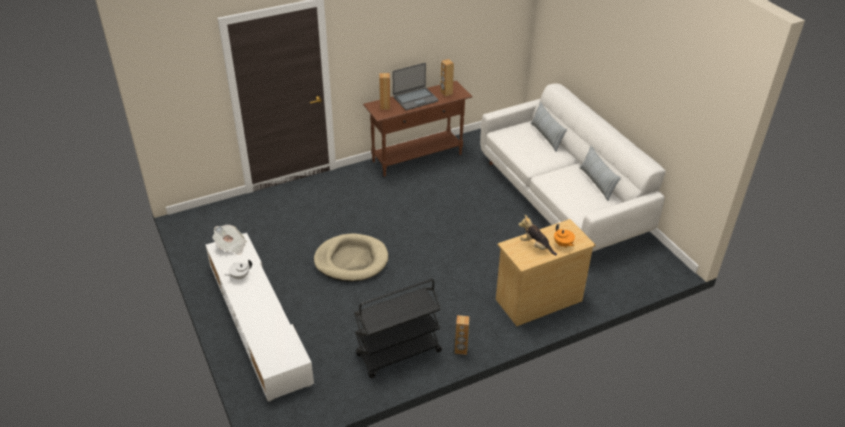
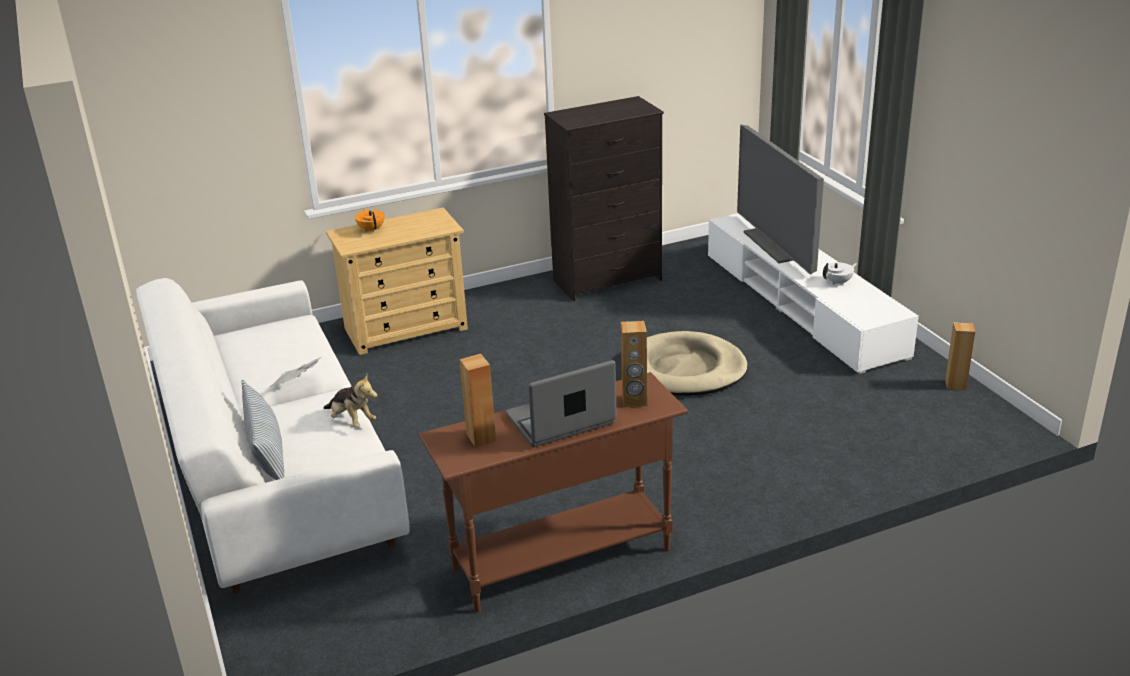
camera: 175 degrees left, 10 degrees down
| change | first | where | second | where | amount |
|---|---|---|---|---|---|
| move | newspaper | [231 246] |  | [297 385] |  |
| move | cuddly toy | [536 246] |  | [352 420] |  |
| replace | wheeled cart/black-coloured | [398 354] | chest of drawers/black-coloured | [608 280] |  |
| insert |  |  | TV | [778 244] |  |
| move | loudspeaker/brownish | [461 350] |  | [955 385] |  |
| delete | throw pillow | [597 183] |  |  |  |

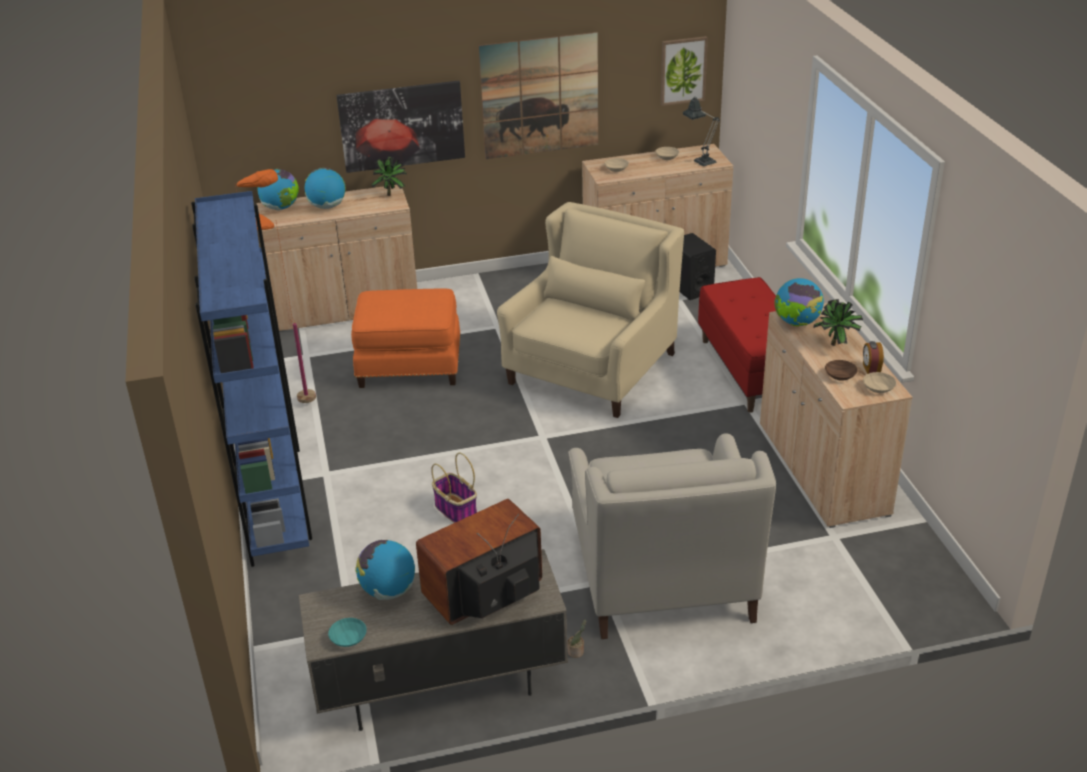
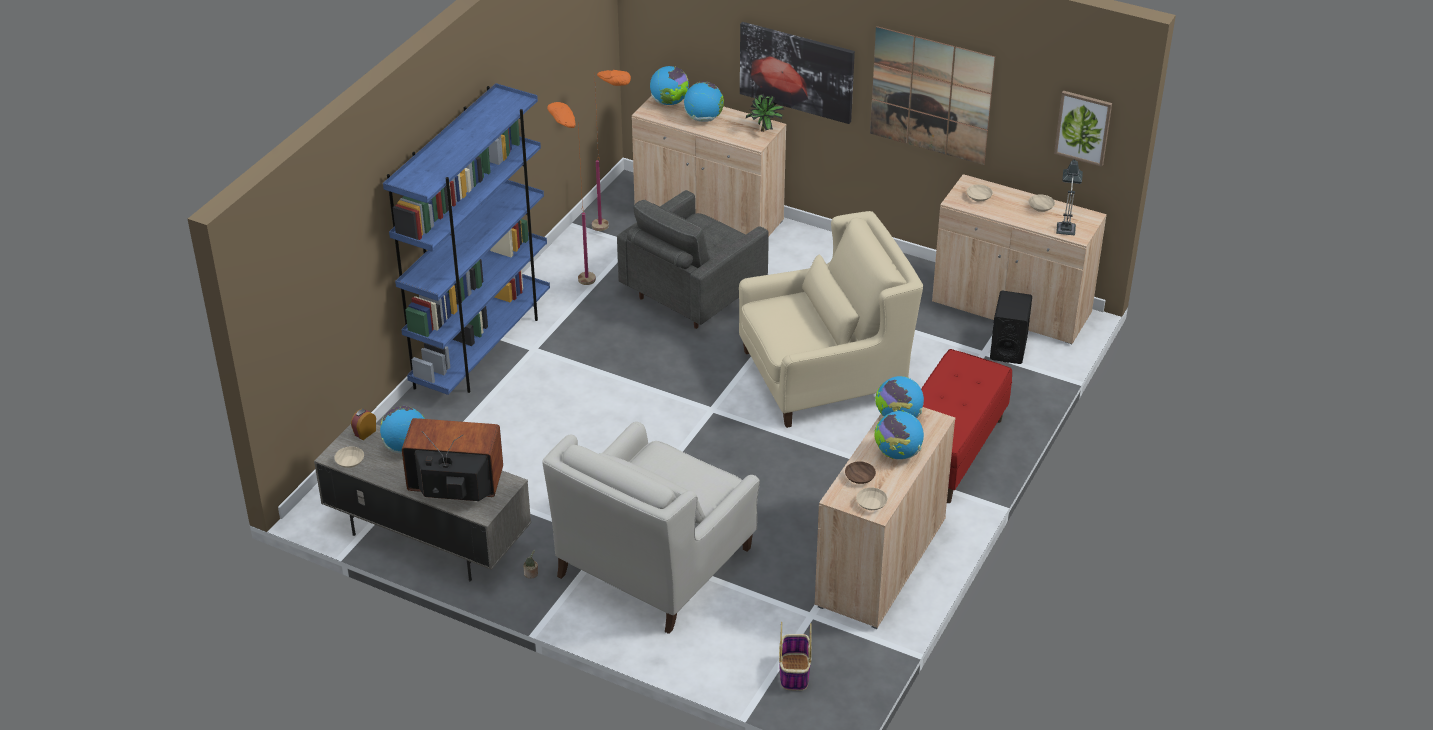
camera: 40 degrees right, 5 degrees up
| change | first | where | second | where | amount |
|---|---|---|---|---|---|
| recolor | serving bowl/turquoise | [348 637] | serving bowl/beige | [350 461] |  |
| move | table clock | [871 369] |  | [365 433] |  |
| replace | pouffe/orange-coloured | [409 367] | lounge chair/greyish | [692 295] |  |
| move | basket | [455 509] |  | [794 671] |  |
| replace | plant in a pot | [836 345] | globe | [897 453] |  |

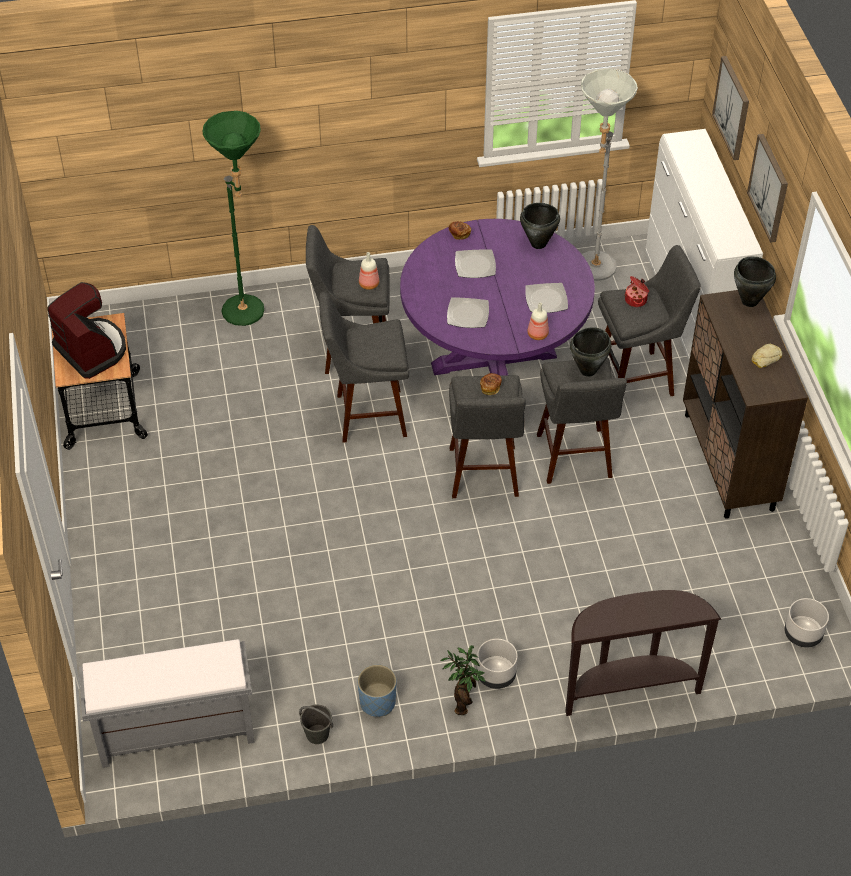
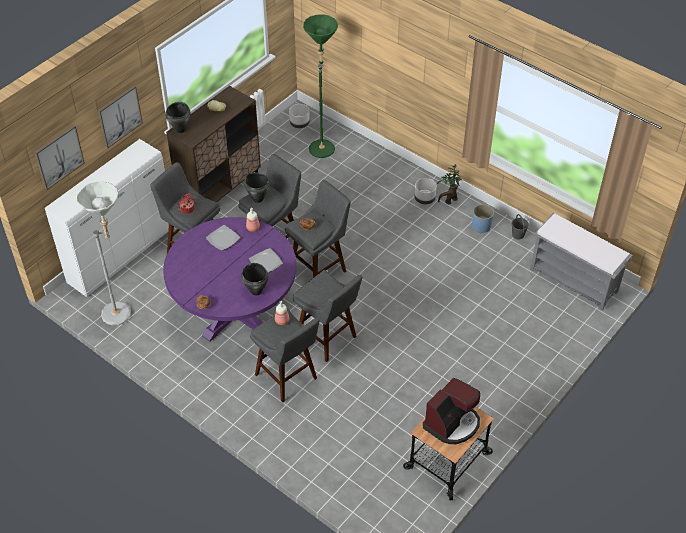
camera: 130 degrees left, 0 degrees up
| change | first | where | second | where | amount |
|---|---|---|---|---|---|
| move | saucepot/black-coloured | [538 244] |  | [256 291] |  |
| move | floor lamp/greenish | [249 316] |  | [322 145] |  |
| rotate | coffee maker | [92 350] |  | [452 423] | 150 degrees counterclockwise |
| delete | plate | [475 265] |  |  |  |
| delete | narrow table/brownish | [629 689] |  |  |  |

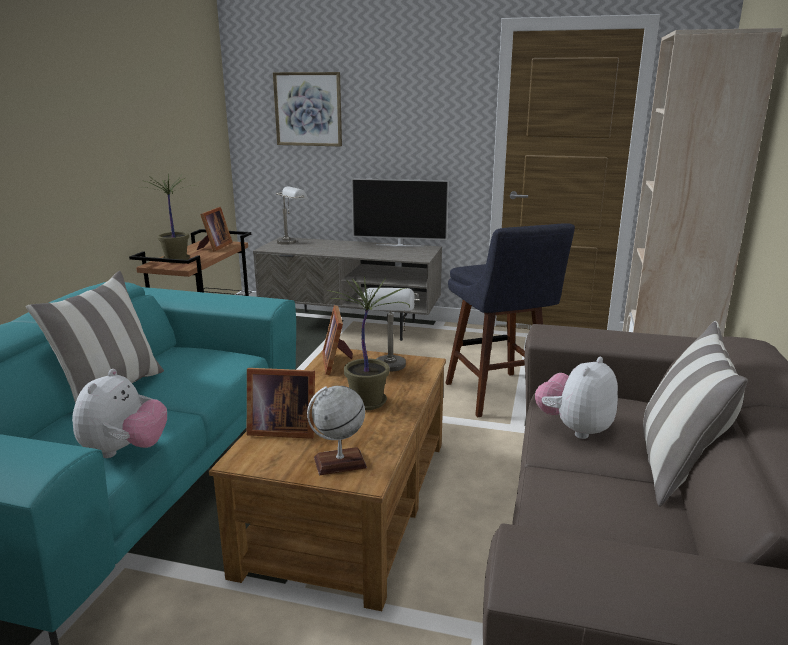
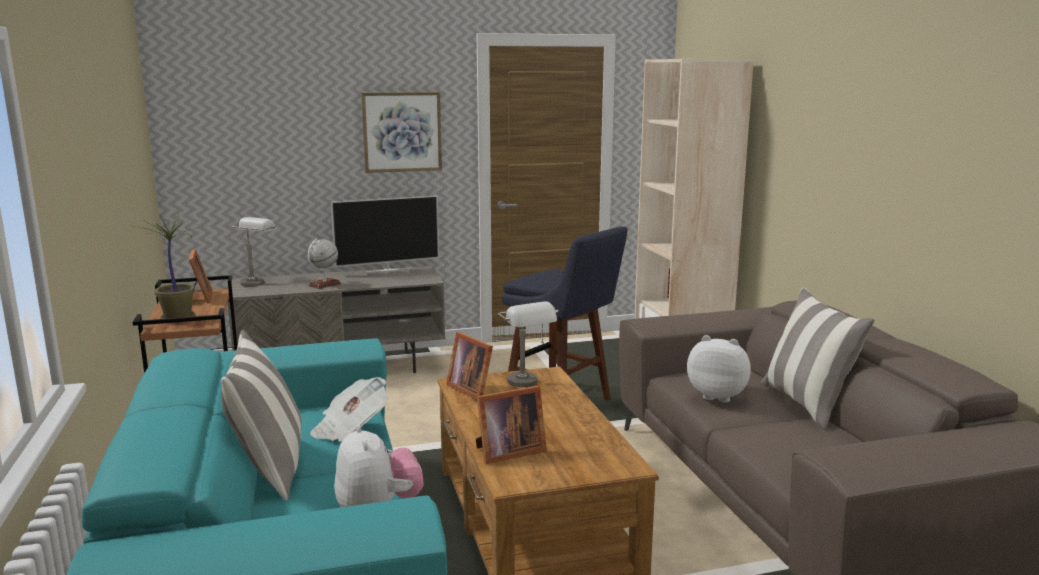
camera: 30 degrees left, 5 degrees down
| change | first | where | second | where | amount |
|---|---|---|---|---|---|
| move | globe | [339 463] |  | [325 284] |  |
| insert |  |  | newspaper | [350 429] |  |
| move | wall picture | [308 109] |  | [402 132] |  |
| rotate | cuddly toy | [574 429] |  | [718 396] | 105 degrees clockwise |
| delete | plant in a pot | [369 402] |  |  |  |

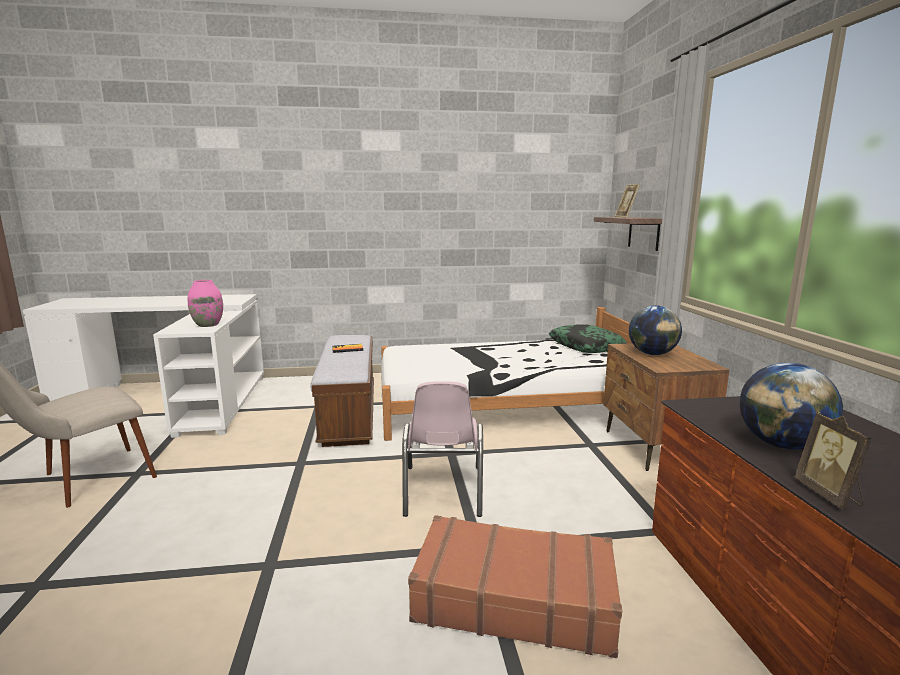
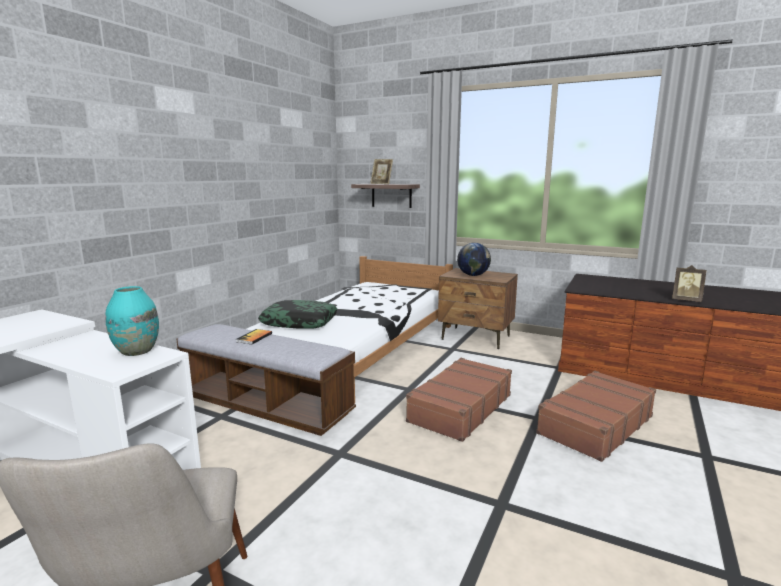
camera: 55 degrees left, 0 degrees up
| change | first | where | second | where | amount |
|---|---|---|---|---|---|
| recolor | vase/pink | [207 325] | vase/turquoise | [136 351] |  |
| move | throw pillow | [585 346] |  | [299 322] |  |
| replace | upright chair/pink | [442 490] | piece of luggage/brownish | [459 408] |  |
| delete | globe | [782 445] |  |  |  |

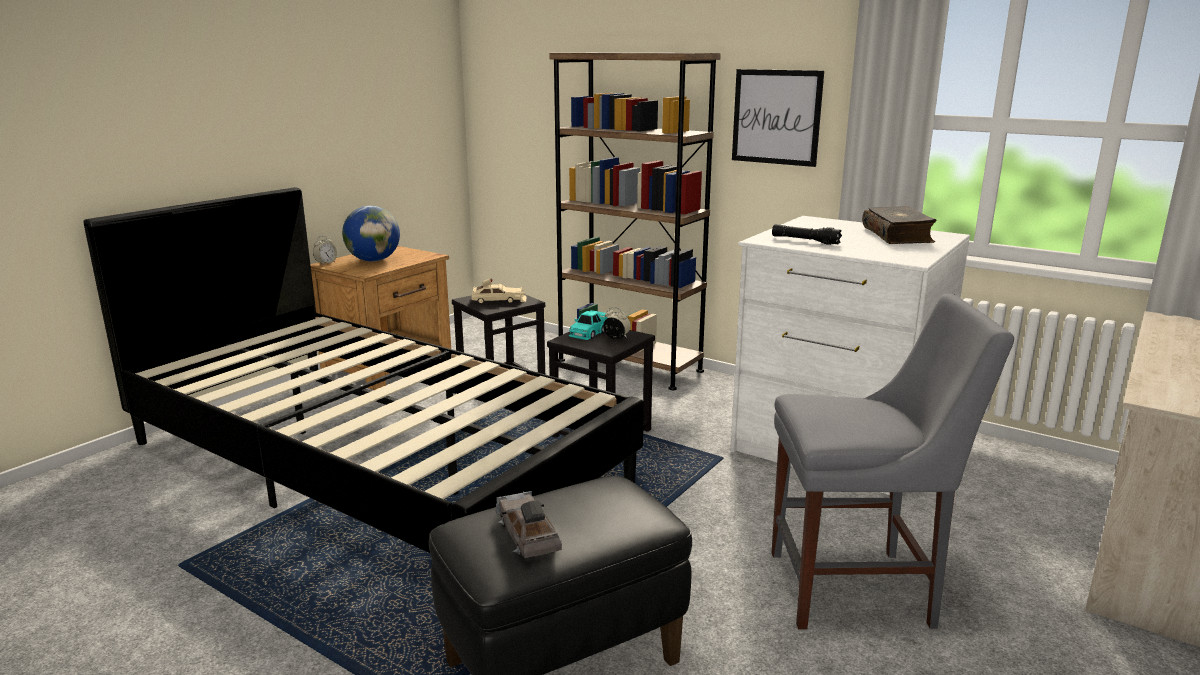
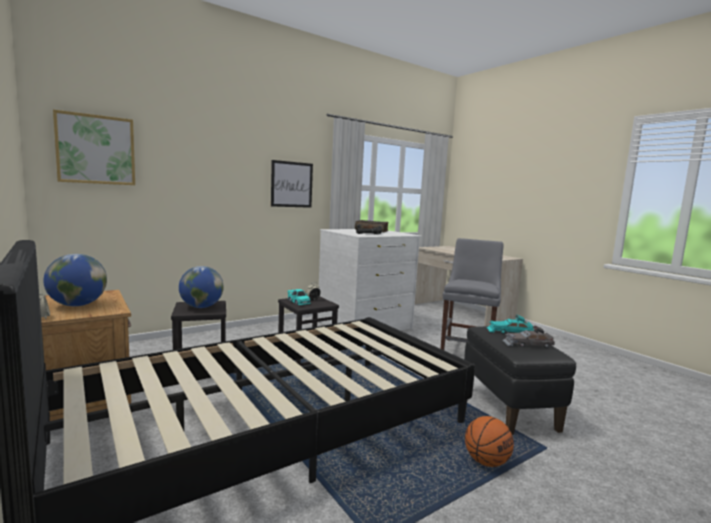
camera: 70 degrees left, 10 degrees down
| change | first | where | second | where | amount |
|---|---|---|---|---|---|
| insert |  |  | wall picture | [96 149] |  |
| replace | miniature car/beige | [499 300] | globe | [201 307] |  |
| insert |  |  | basketball ball | [486 461] |  |
| insert |  |  | miniature car/turquoise | [509 332] |  |
| delete | bookcase/brownish | [629 365] |  |  |  |

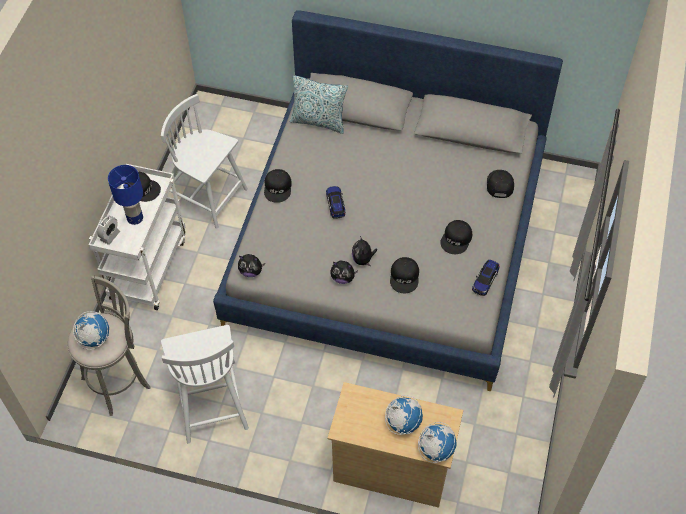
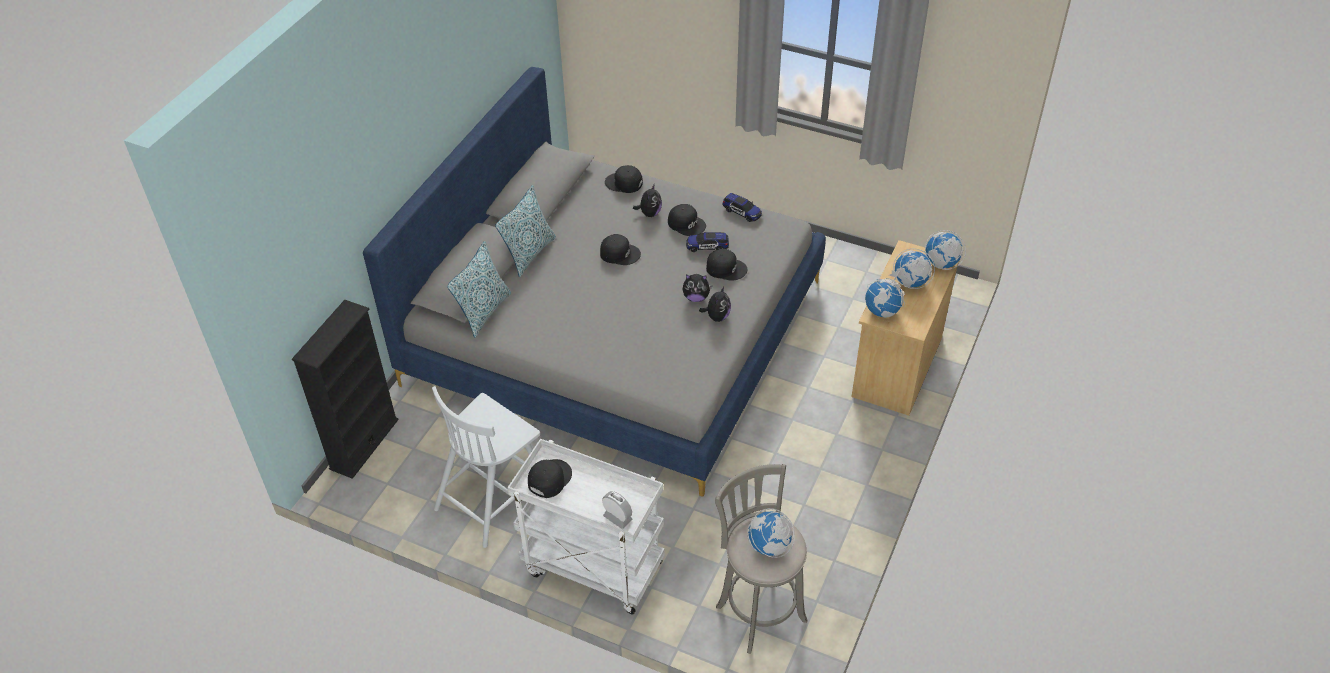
camera: 80 degrees left, 10 degrees down
| change | first | where | second | where | amount |
|---|---|---|---|---|---|
| insert |  |  | bookcase/black-coloured | [364 444] |  |
| insert |  |  | throw pillow | [529 253] |  |
| move | cap/black-coloured | [278 188] |  | [619 253] |  |
| move | cuddly toy | [251 271] |  | [649 213] |  |
| move | miniature car | [335 205] |  | [707 246] |  |
| insert |  |  | globe | [883 311] |  |
| delete | table lamp/bluish | [135 218] |  |  |  |
| delete | upright chair/white-coloured | [210 399] |  |  |  |

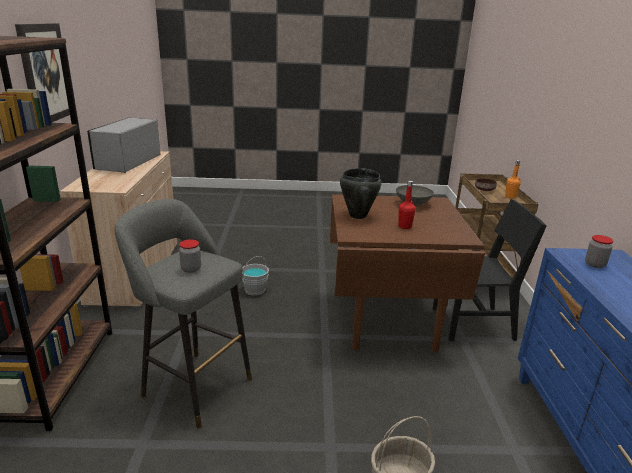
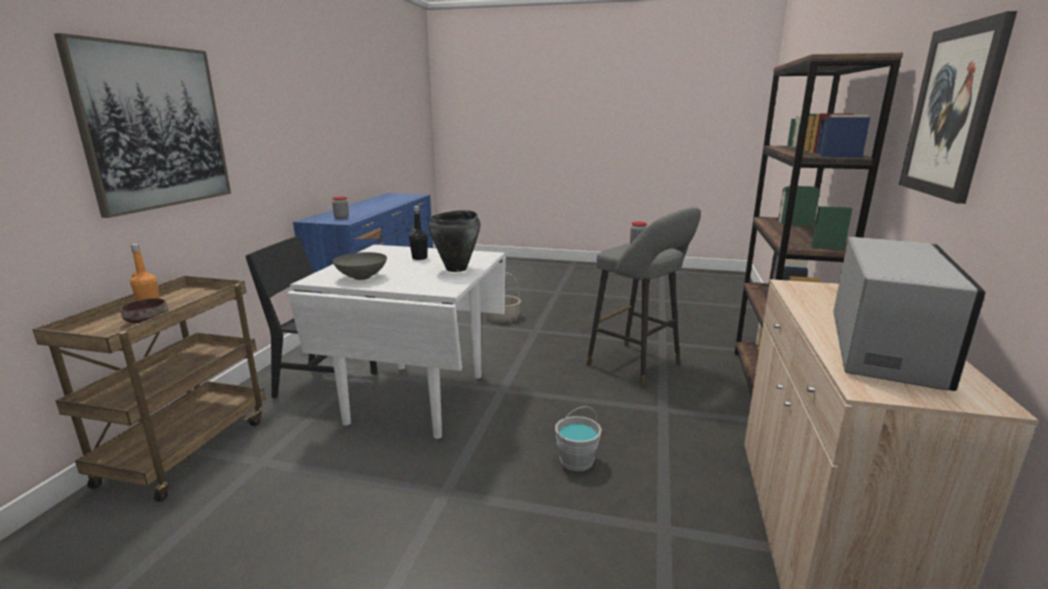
camera: 165 degrees left, 5 degrees down
| change | first | where | second | where | amount |
|---|---|---|---|---|---|
| insert |  |  | wall picture | [154 127] |  |
| recolor | dining table/brownish | [389 320] | dining table/white-coloured | [416 398] |  |
| recolor | beverage bottle/reddish | [405 226] | beverage bottle/black-coloured | [419 258] |  |

